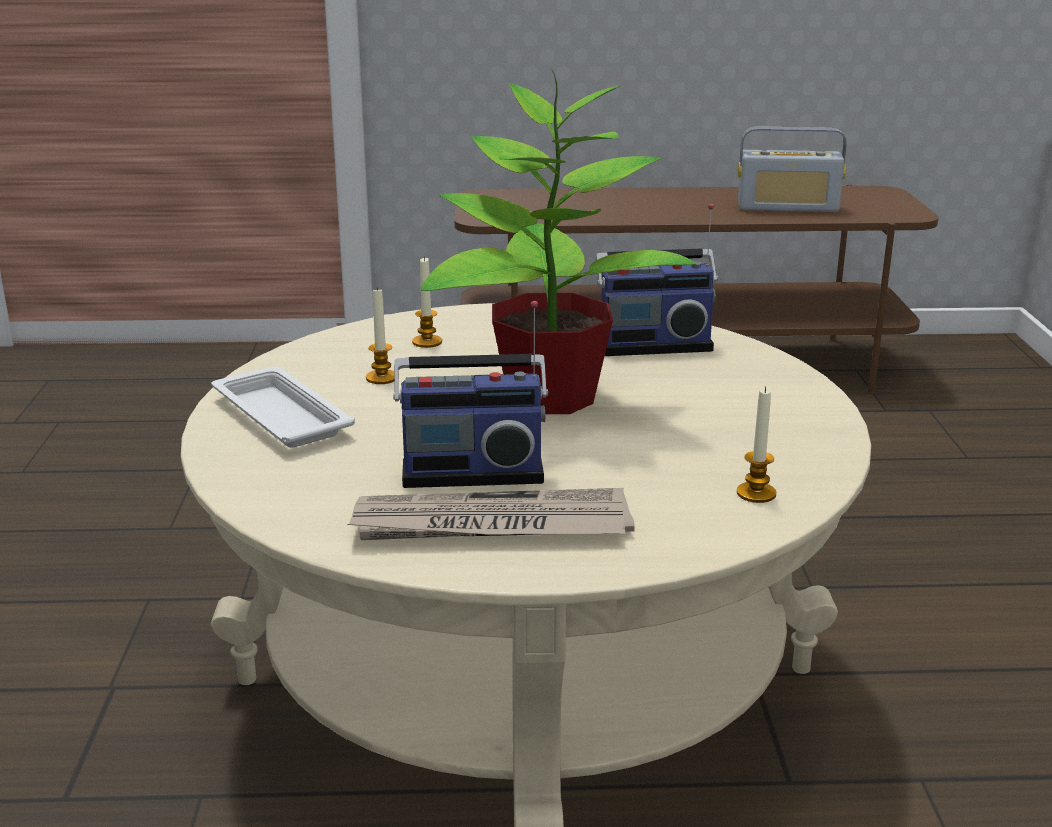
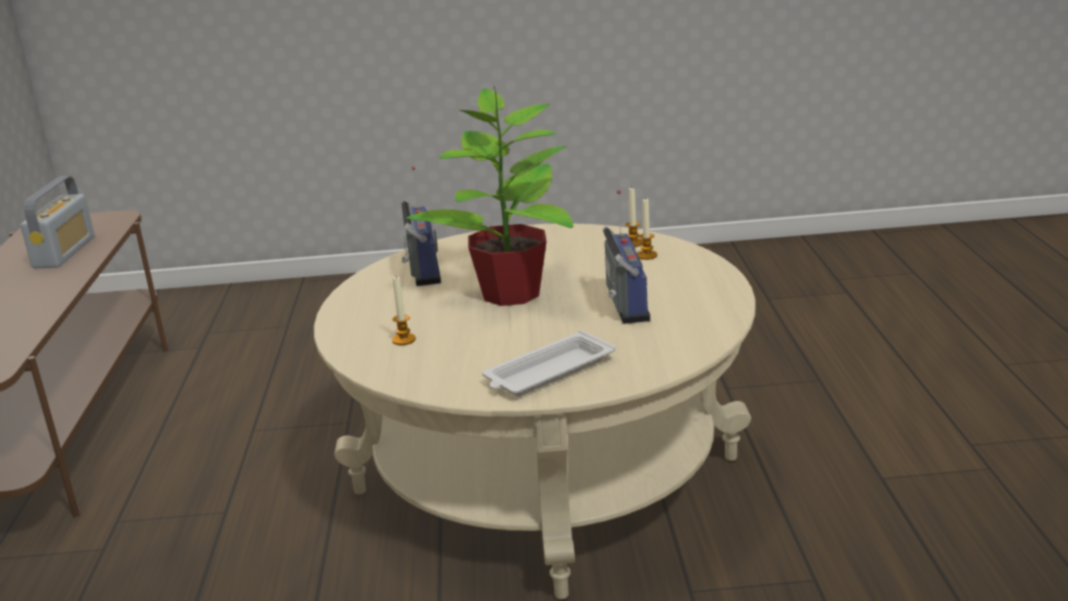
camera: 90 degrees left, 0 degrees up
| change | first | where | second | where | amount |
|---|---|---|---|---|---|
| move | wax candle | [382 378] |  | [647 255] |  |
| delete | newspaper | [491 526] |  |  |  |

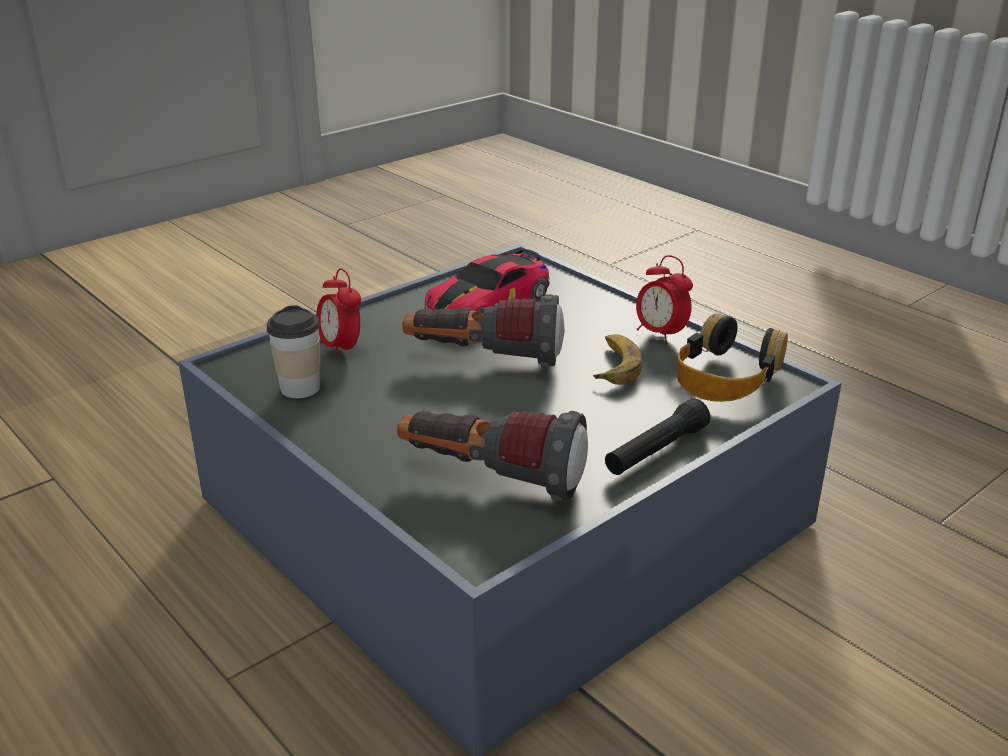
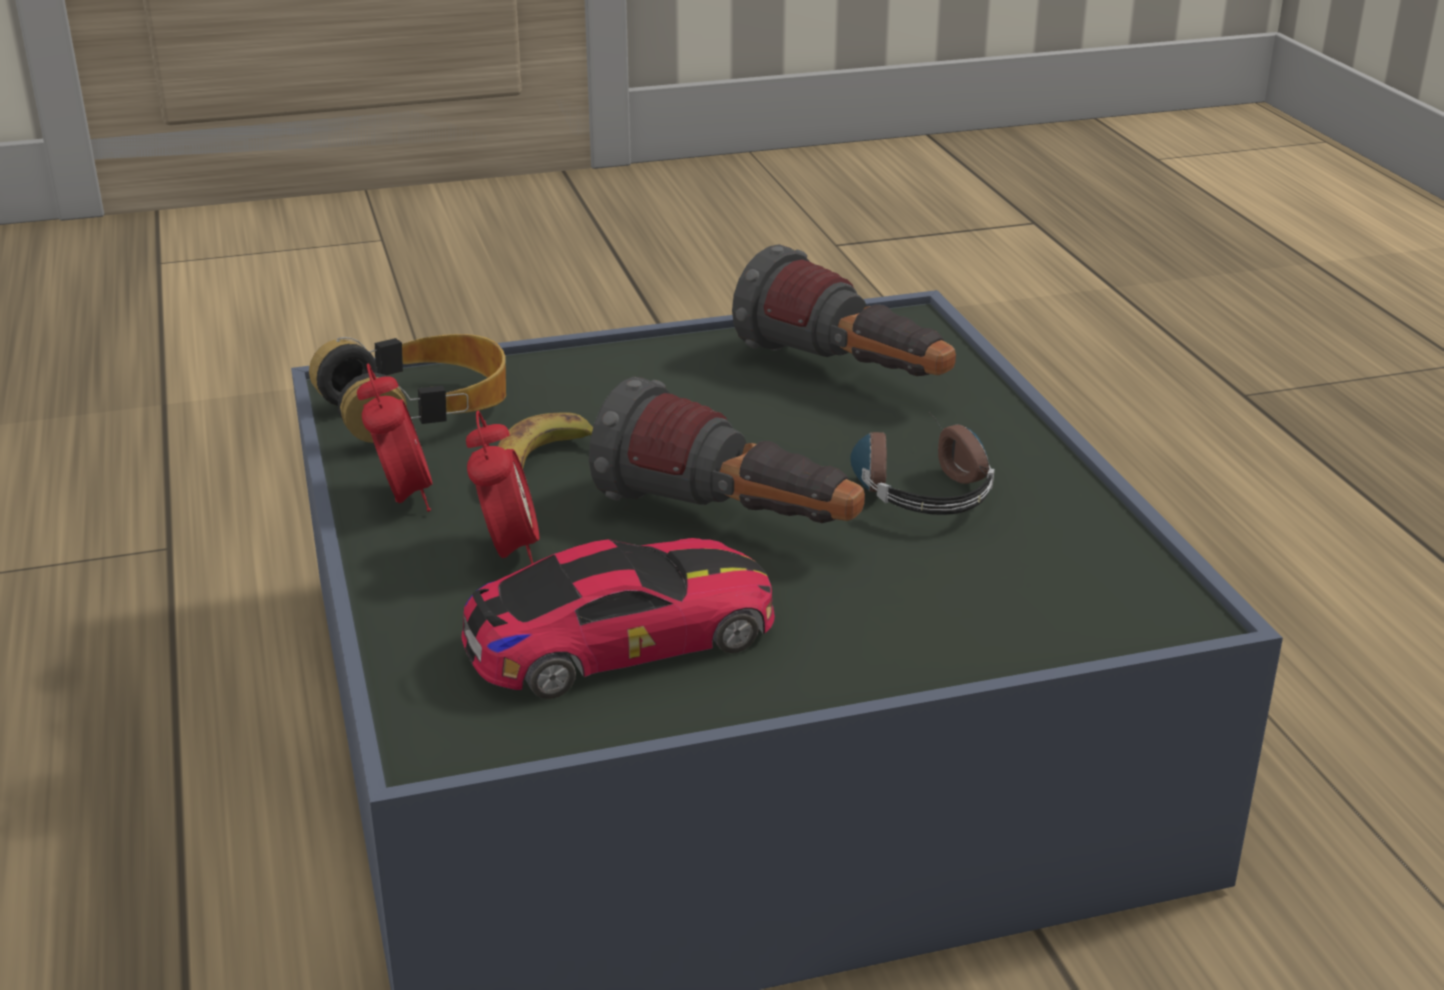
camera: 155 degrees left, 0 degrees up
| change | first | where | second | where | amount |
|---|---|---|---|---|---|
| move | table clock | [341 349] |  | [507 553] |  |
| insert |  |  | pair of headphones | [917 484] |  |
| delete | drinking cup | [300 388] |  |  |  |
| delete | flashlight/black-coloured | [656 451] |  |  |  |

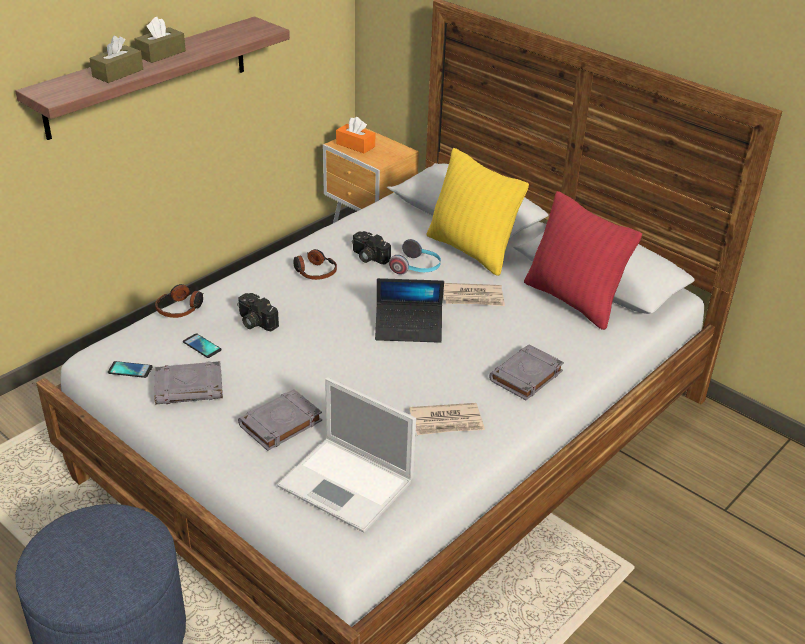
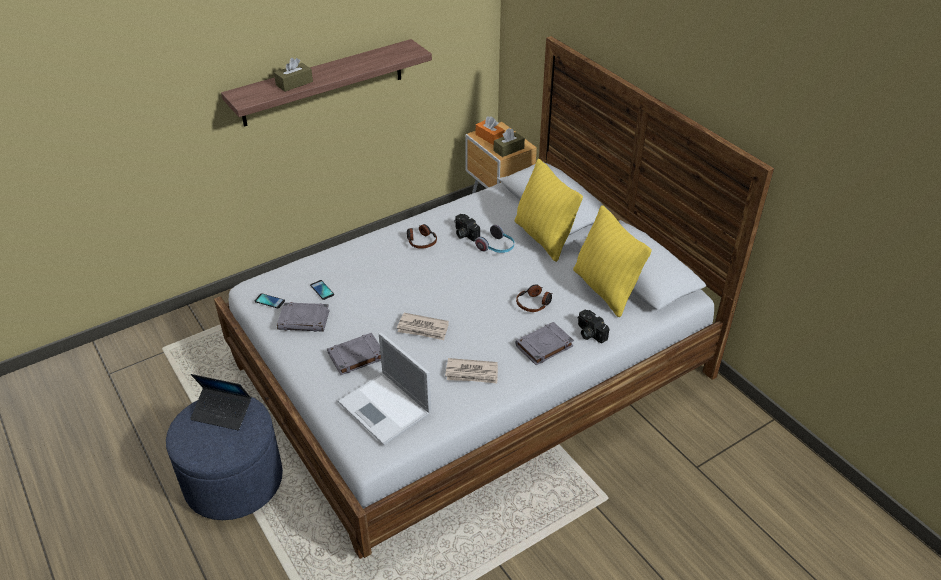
camera: 15 degrees right, 5 degrees up
| change | first | where | second | where | amount |
|---|---|---|---|---|---|
| move | laptop | [408 329] |  | [222 412] |  |
| move | newspaper | [473 297] |  | [423 328] |  |
| move | box of tissues/brownish | [161 54] |  | [508 149] |  |
| move | pair of headphones | [181 308] |  | [534 303] |  |
| recolor | throw pillow/reddish | [572 301] | throw pillow/yellow-coloured | [605 290] |  |
| move | still camera | [254 322] |  | [589 333] |  |

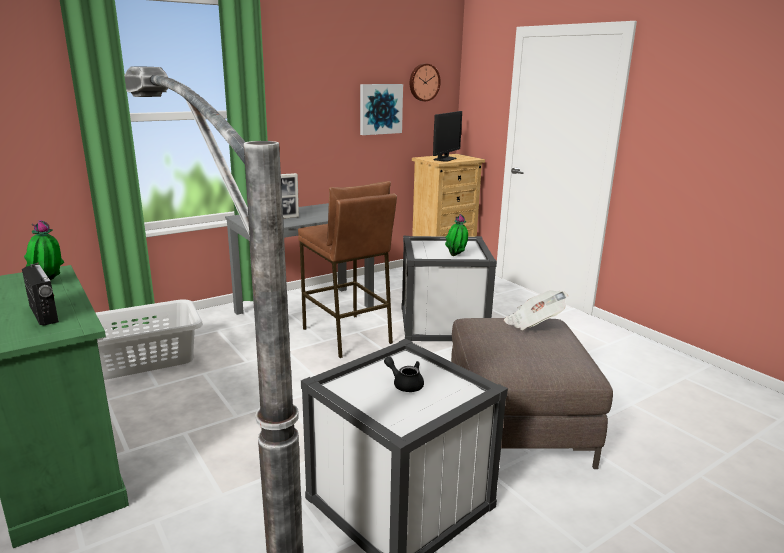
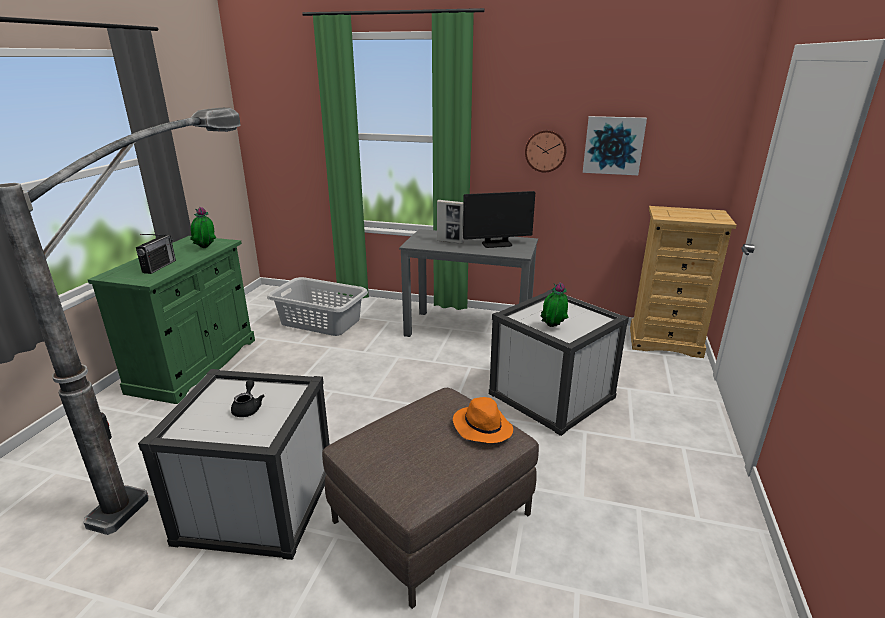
camera: 50 degrees right, 5 degrees up
| change | first | where | second | where | amount |
|---|---|---|---|---|---|
| replace | newspaper | [533 324] | hat/orange-coloured | [482 427] |  |
| move | computer display | [444 159] |  | [496 244] |  |
| move | wall clock | [423 82] |  | [545 151] |  |
| delete | sitting stool/brownish | [347 336] |  |  |  |

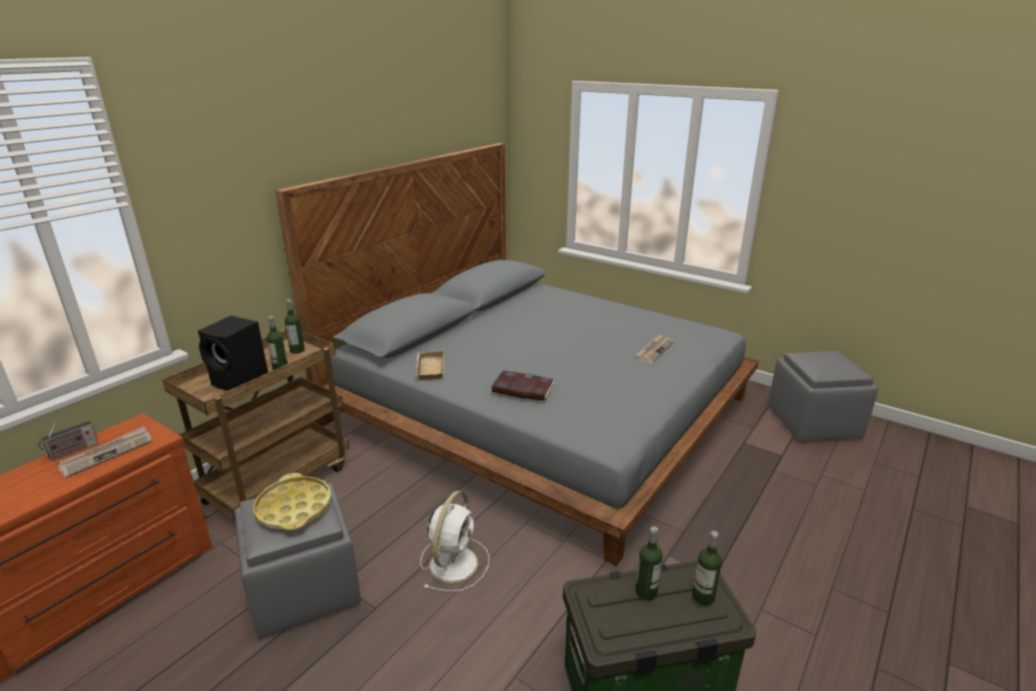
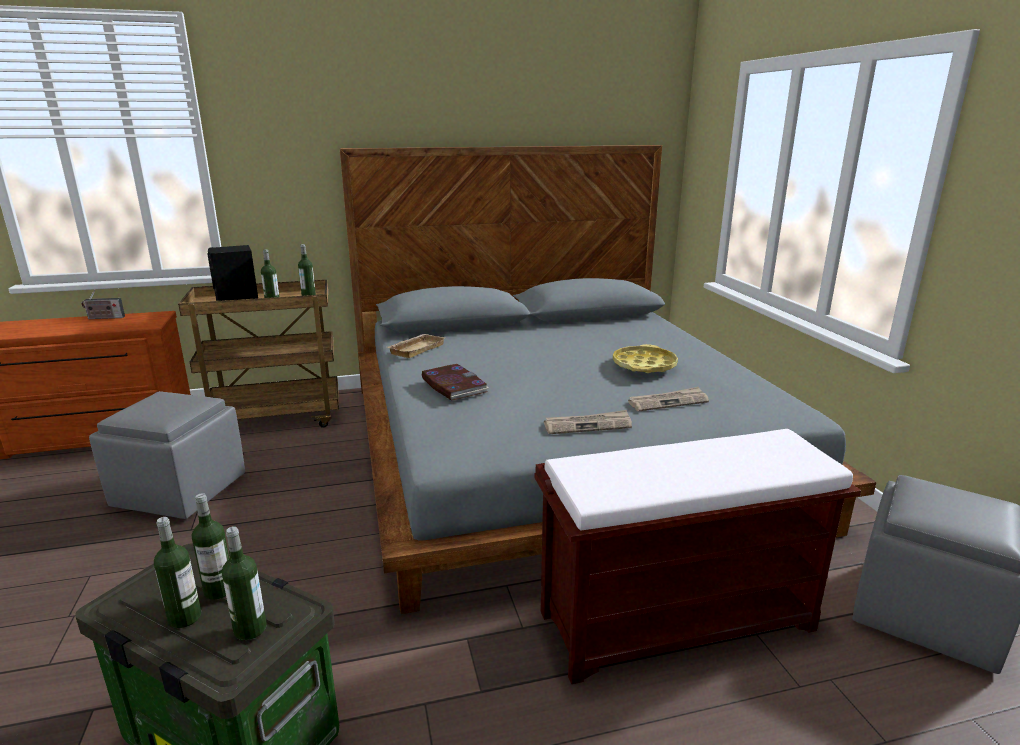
camera: 40 degrees right, 5 degrees down
| change | first | where | second | where | amount |
|---|---|---|---|---|---|
| insert |  |  | beverage bottle | [185 617] |  |
| insert |  |  | long seat/brownish | [678 619] |  |
| move | newspaper | [107 453] |  | [588 425] |  |
| move | tray/yellow-coloured | [294 508] |  | [644 365] |  |
| delete | cooling fan/white-coloured | [454 562] |  |  |  |

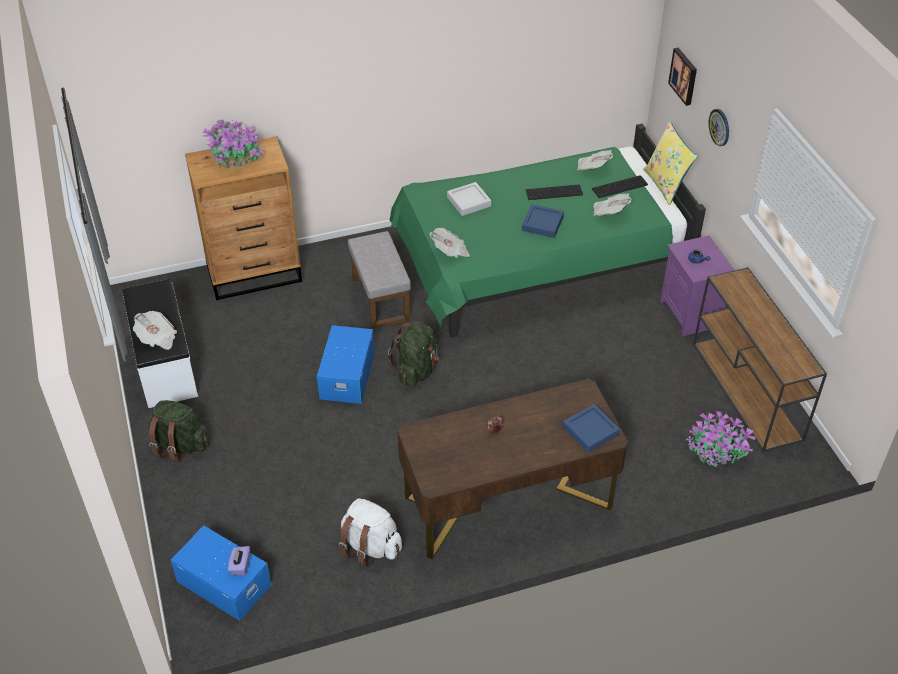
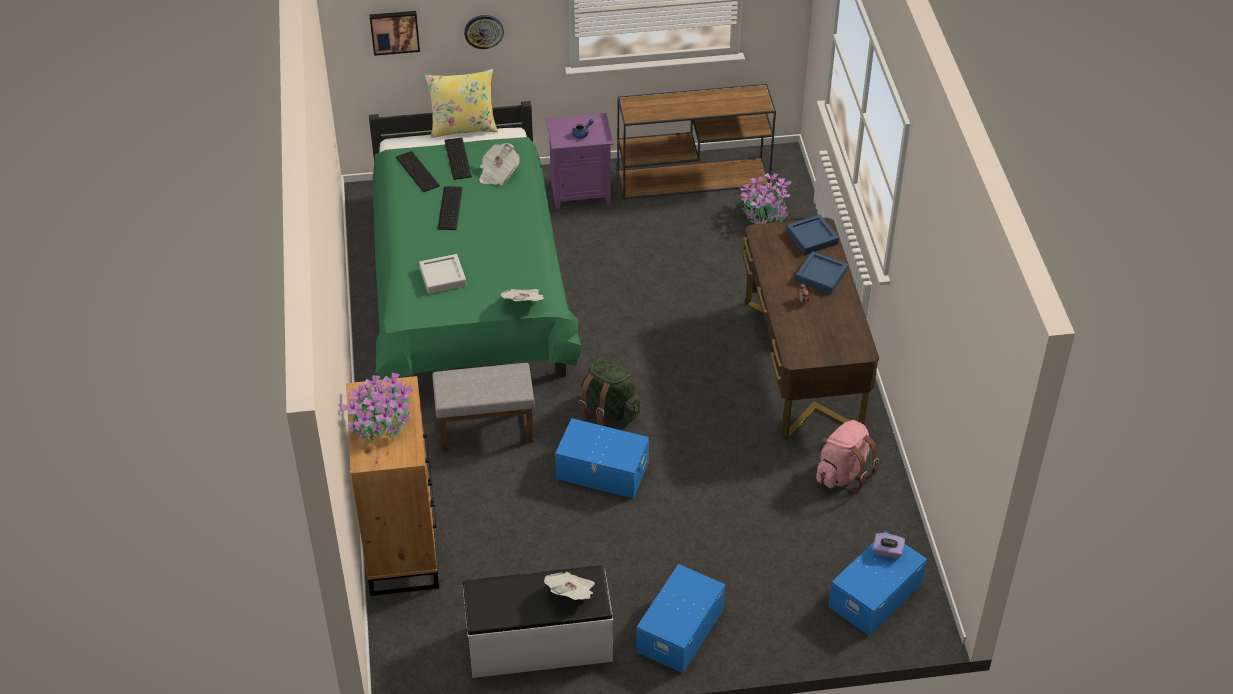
camera: 80 degrees left, 0 degrees up
| change | first | where | second | where | amount |
|---|---|---|---|---|---|
| replace | newspaper | [593 168] | computer keyboard | [417 172] |  |
| replace | backpack/greenish | [180 445] | storage box/bluish | [679 630] |  |
| move | tray/bluish | [542 224] |  | [821 276] |  |
| recolor | backpack/white-coloured | [370 546] | backpack/pink | [843 474] |  |

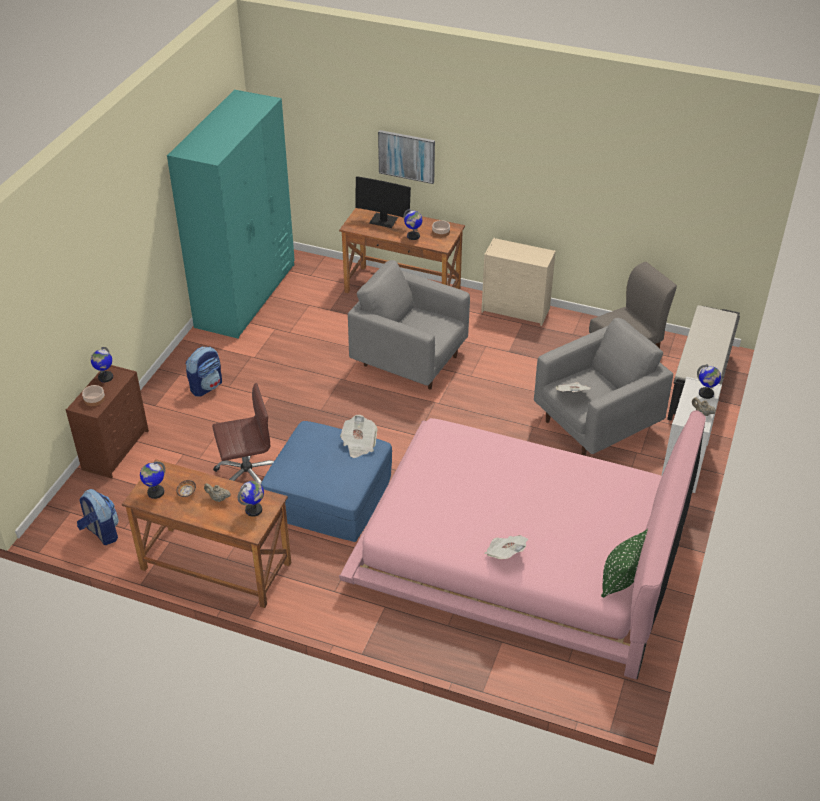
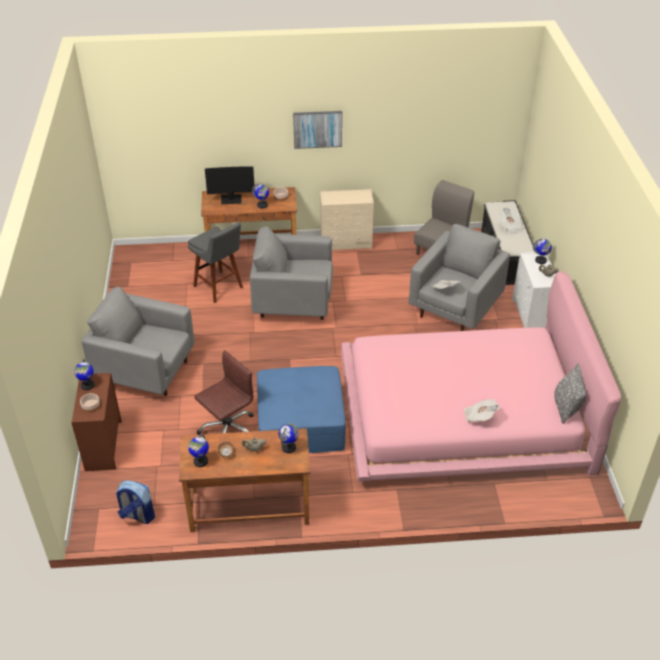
camera: 25 degrees left, 0 degrees up
| change | first | where | second | where | amount |
|---|---|---|---|---|---|
| replace | backpack | [206 386] | lounge chair/greyish | [146 371] |  |
| insert |  |  | sitting stool/greyish | [219 288] |  |
| move | wall picture | [407 156] |  | [317 129] |  |
| move | newspaper | [359 444] |  | [510 227] |  |
| recolor | throw pillow/greenish | [621 580] | throw pillow/greyish | [566 407] |  |
| delete | clothes cupboard/turquoise | [246 295] |  |  |  |

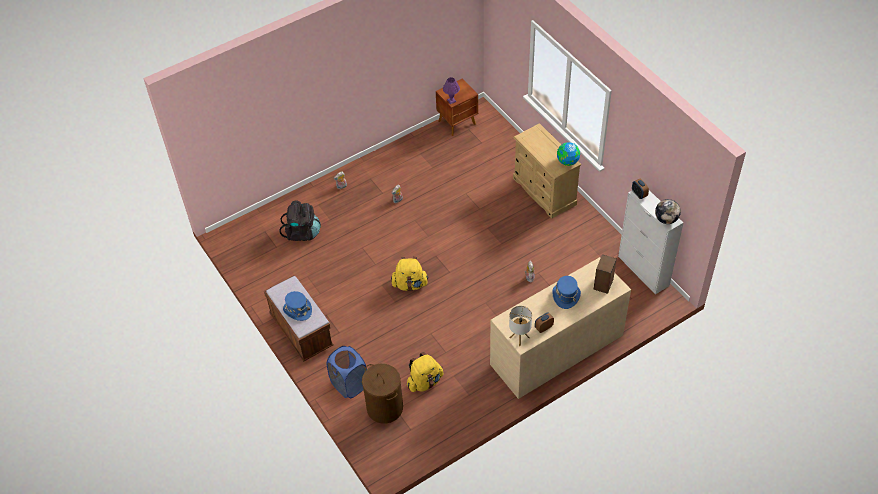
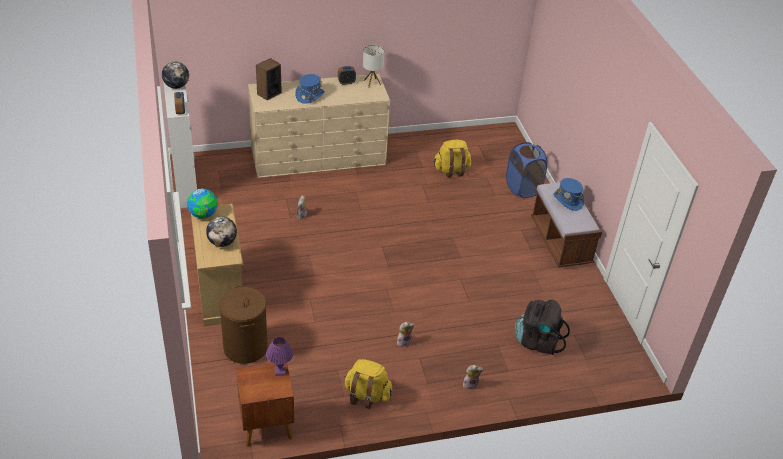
camera: 165 degrees left, 10 degrees down
| change | first | where | second | where | amount |
|---|---|---|---|---|---|
| insert |  |  | globe | [222 242] |  |
| move | hamper/brownish | [384 407] |  | [246 347] |  |
| move | backpack/yellow-coloured | [410 284] |  | [367 395] |  |

